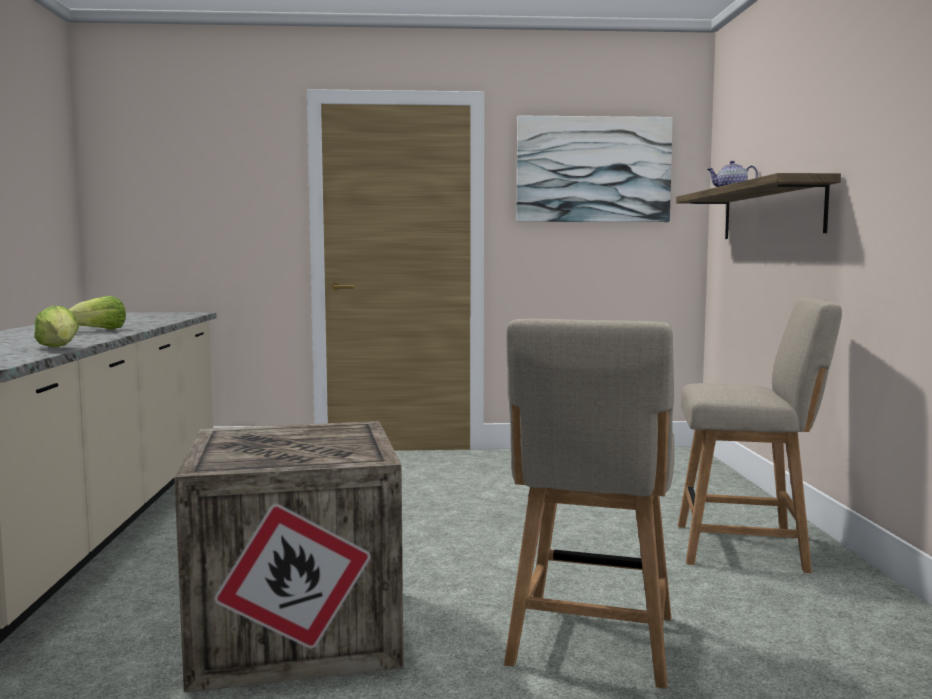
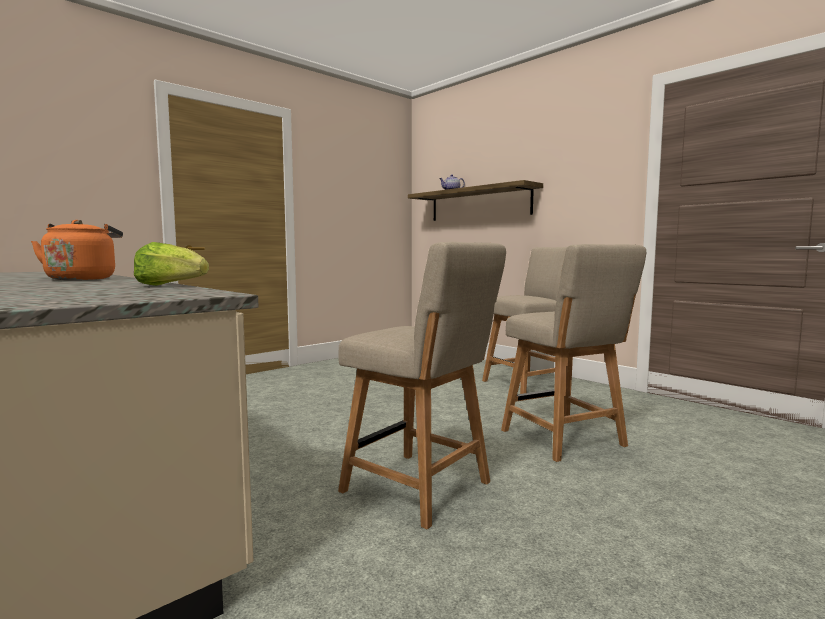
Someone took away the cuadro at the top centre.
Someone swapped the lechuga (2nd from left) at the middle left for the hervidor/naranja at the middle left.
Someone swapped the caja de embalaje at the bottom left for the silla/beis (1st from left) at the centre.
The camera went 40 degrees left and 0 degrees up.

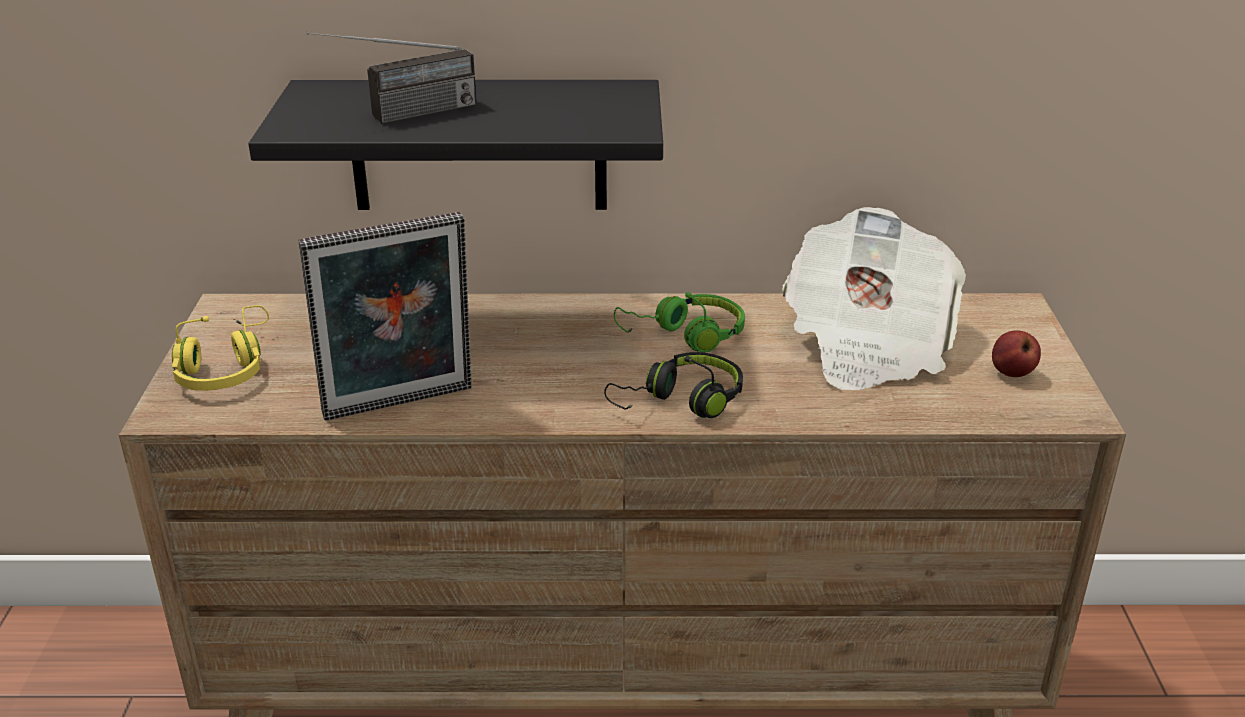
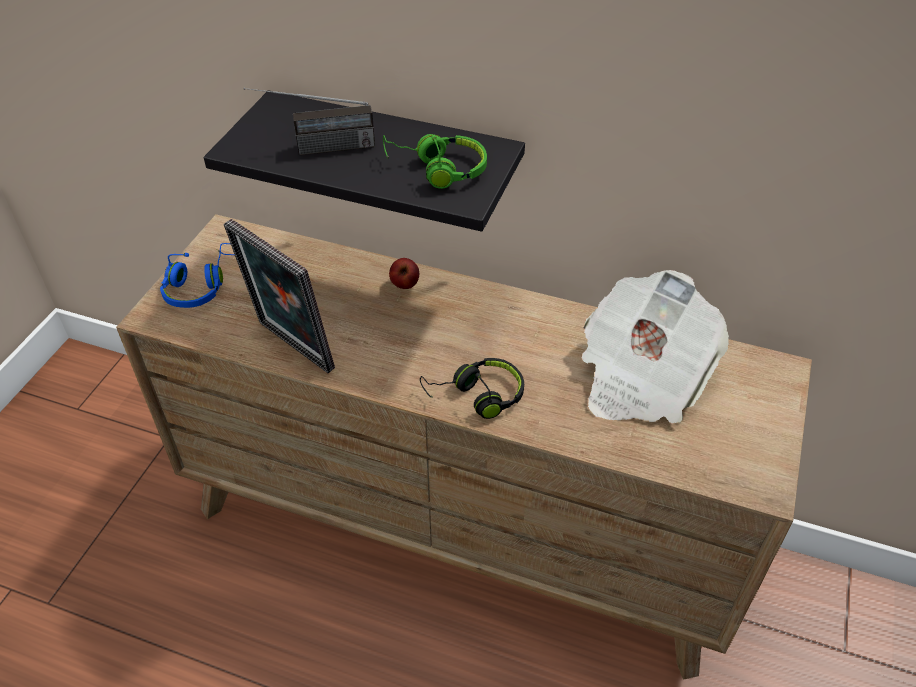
Someone rotated the portarretratos at the middle left by 45 degrees clockwise.
Someone carried the auriculares/verde from the centre to the top centre.
Someone repainted the auriculares/amarillo at the middle left, which became the auriculares/azul at the middle left.
Someone carried the manzana from the middle right to the centre.
The camera went 20 degrees right and 15 degrees up.

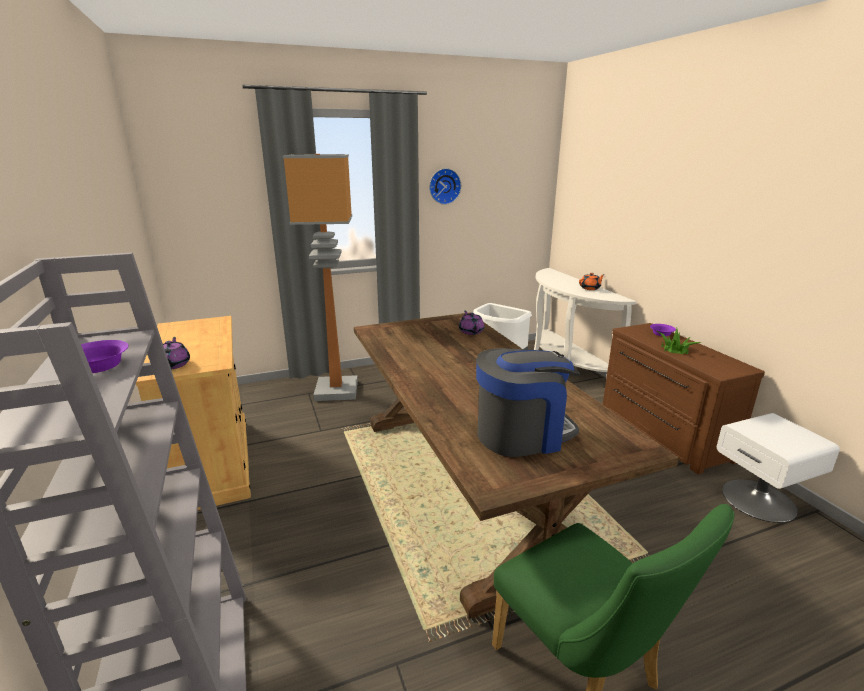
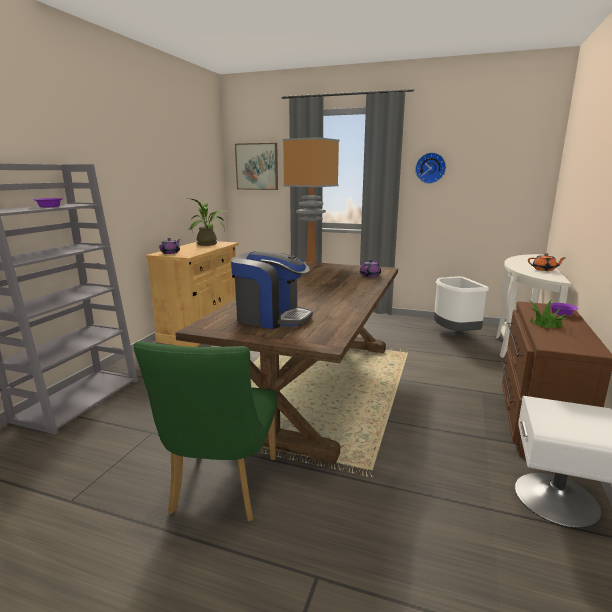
Someone put up the cuadro at the top centre.
Someone put down the planta en maceta (1st from left) at the centre.
The camera went 40 degrees right and 5 degrees down.

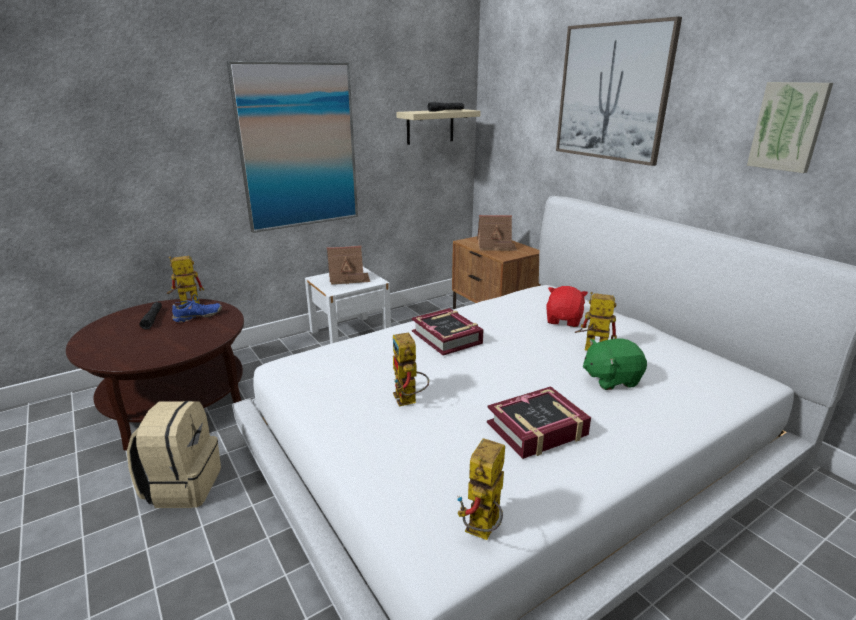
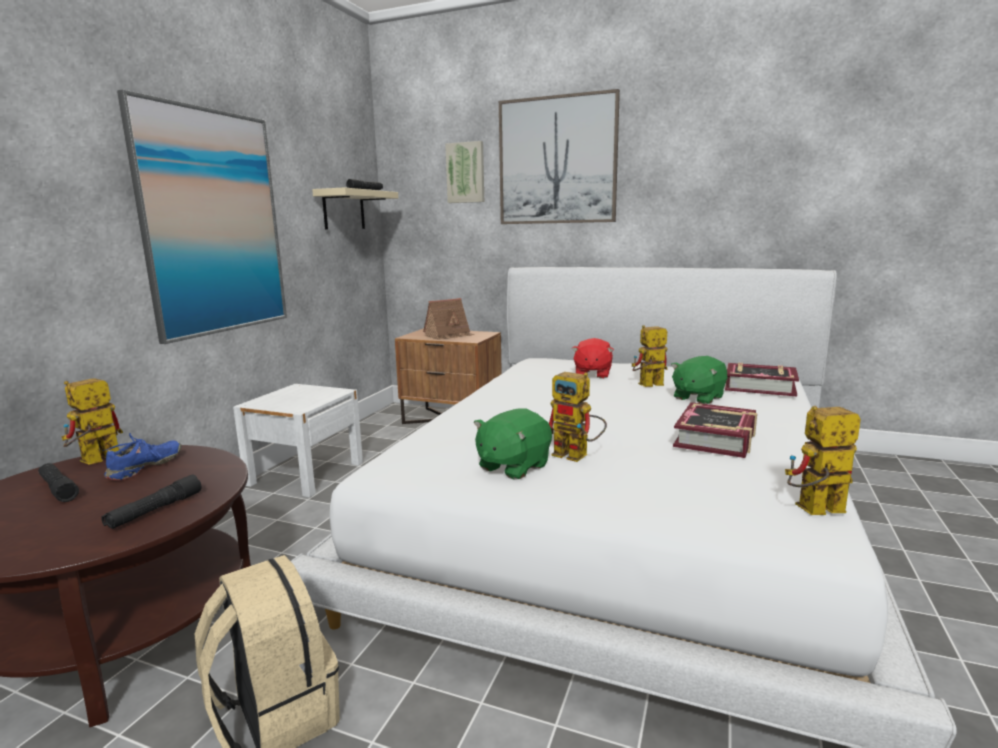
Someone carried the cuadro (3rd from left in the first image) from the top right to the top centre.
Someone took away the casita (1st from left) at the centre.
Someone rotated the peluche/rojo at the centre by 150 degrees counterclockwise.
Someone carried the libro (1st from left in the first image) from the centre to the middle right.
Someone rotated the robot de juguete (3rd from left in the first image) at the bottom centre by 90 degrees clockwise.
Someone put down the peluche/verde (1st from left) at the centre.
Someone put down the linterna/negro (2nd from left) at the bottom left.
The camera went 35 degrees left and 10 degrees down.

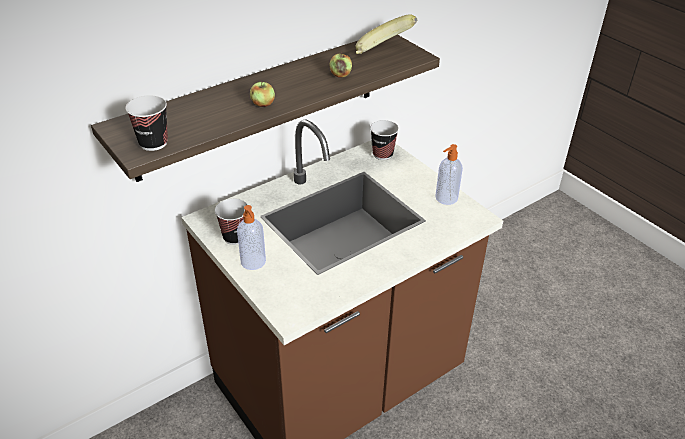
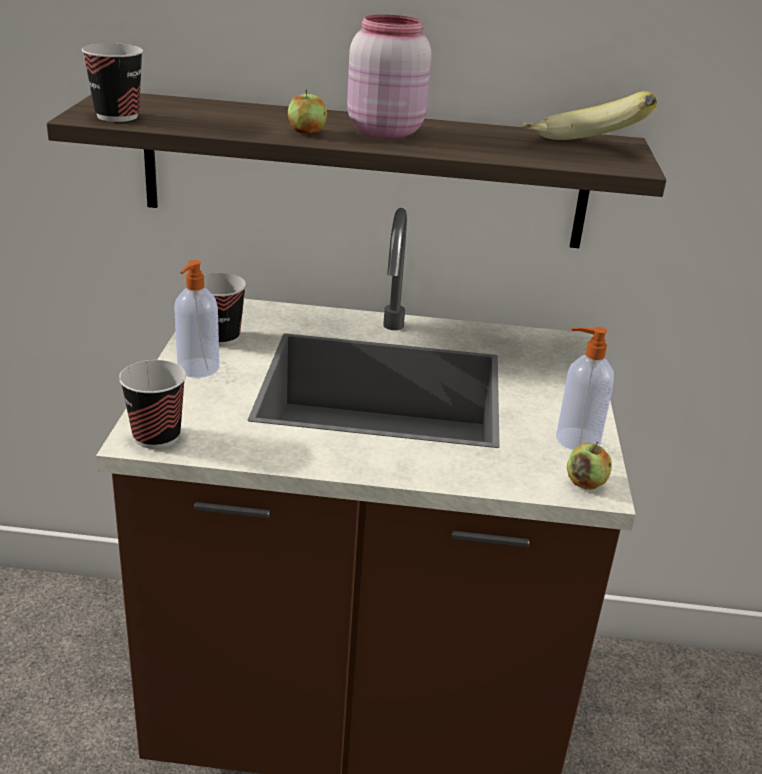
Someone carried the manzana (2nd from left) from the top centre to the middle right.
Someone carried the taza (3rd from left in the first image) from the top centre to the middle left.
Someone put down the tarro/rosa at the top centre.
The camera went 40 degrees right and 10 degrees down.

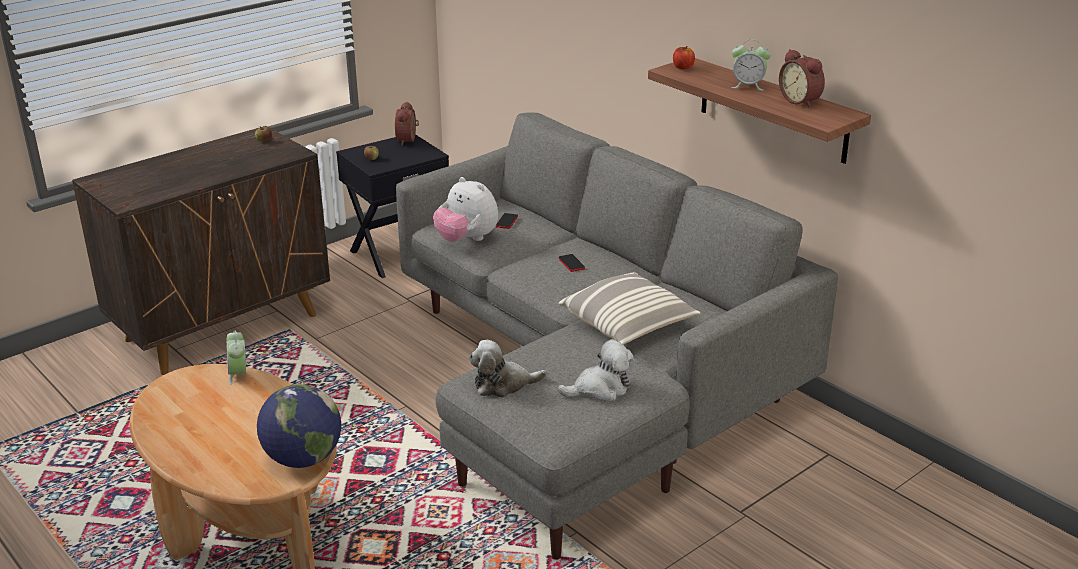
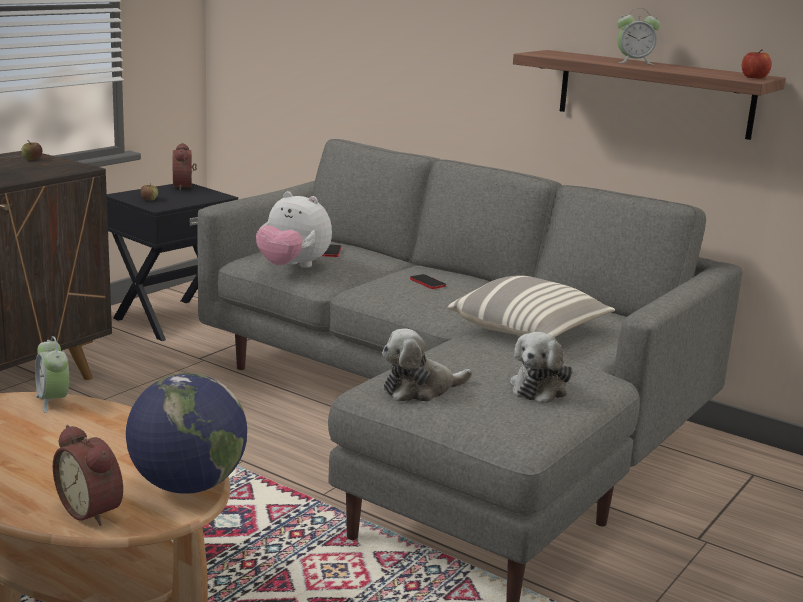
Someone carried the manzana (3rd from left) from the top centre to the top right.
Someone carried the despertador (4th from left in the first image) from the top right to the bottom left.
Someone rotated the peluche (3rd from left) at the centre by 150 degrees clockwise.
The camera went 15 degrees left and 10 degrees down.

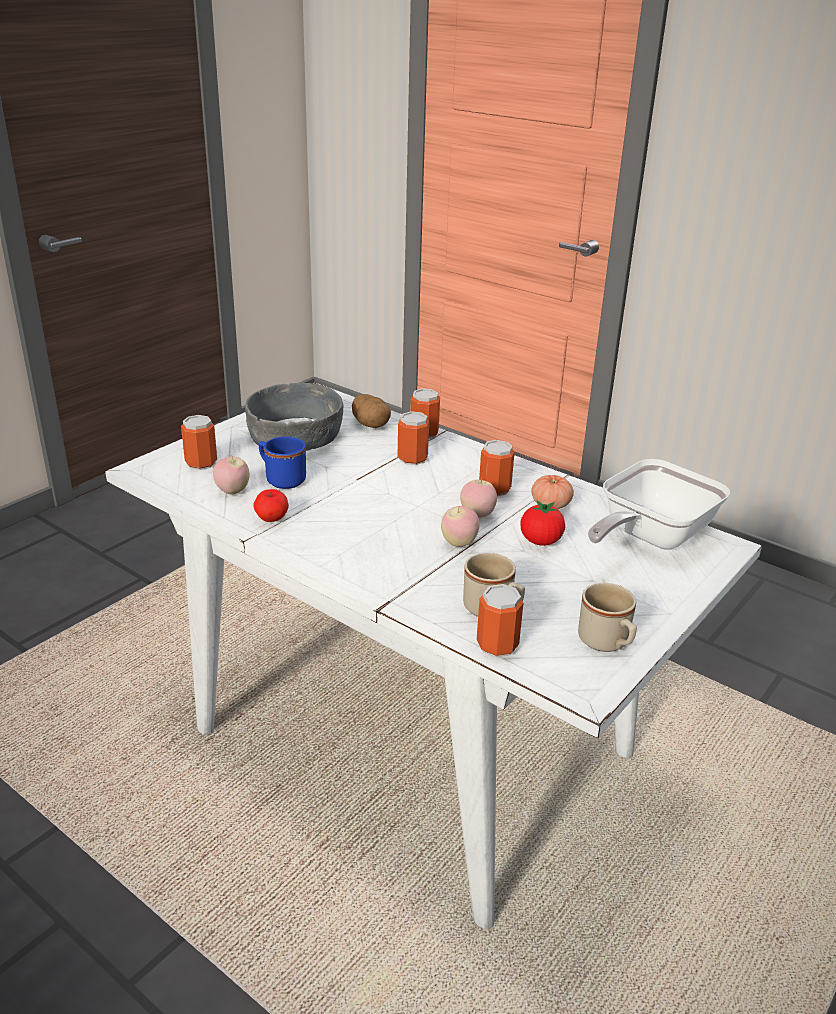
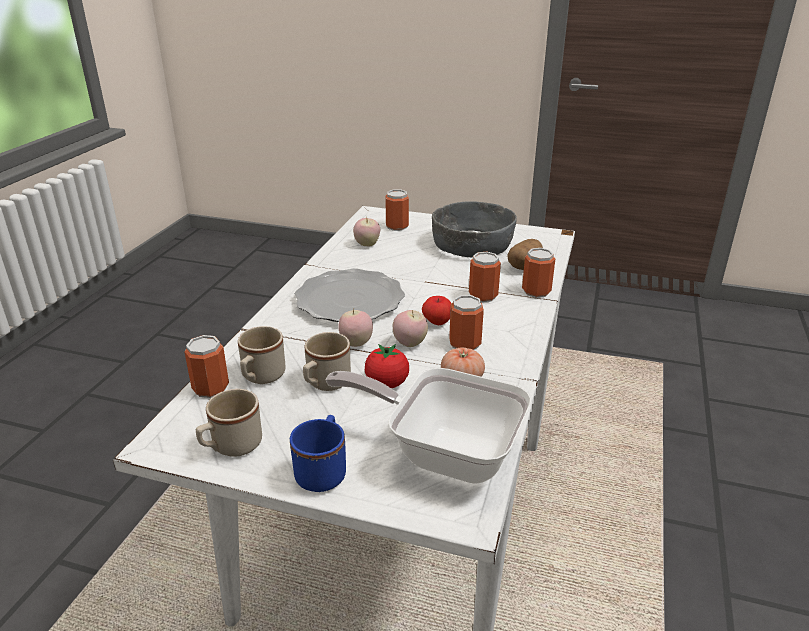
Someone carried the taza grande/azul from the centre to the bottom centre.
Someone carried the manzana (2nd from left in the first image) from the middle left to the centre.
Someone put down the plato at the centre.
Someone put down the taza grande/beis (3rd from left) at the centre.
The camera went 70 degrees right and 0 degrees up.

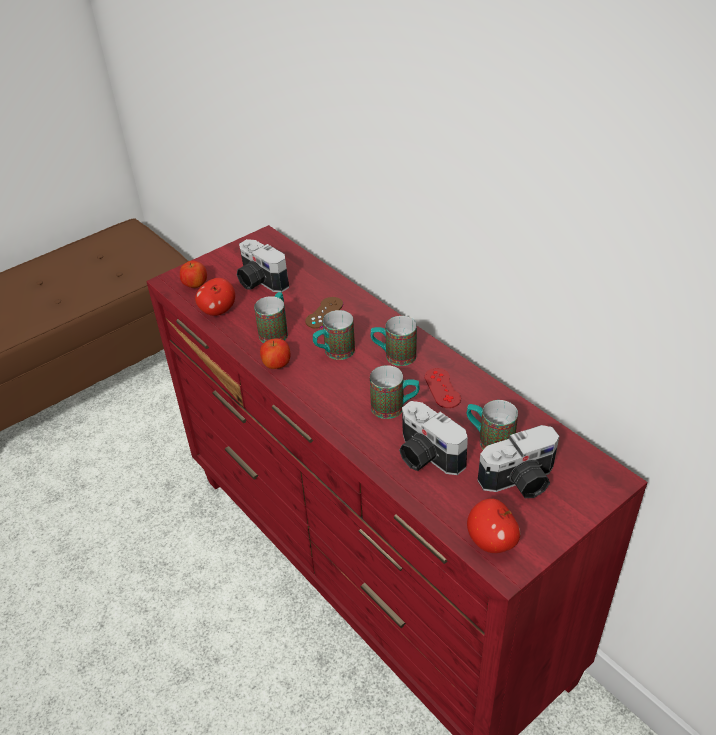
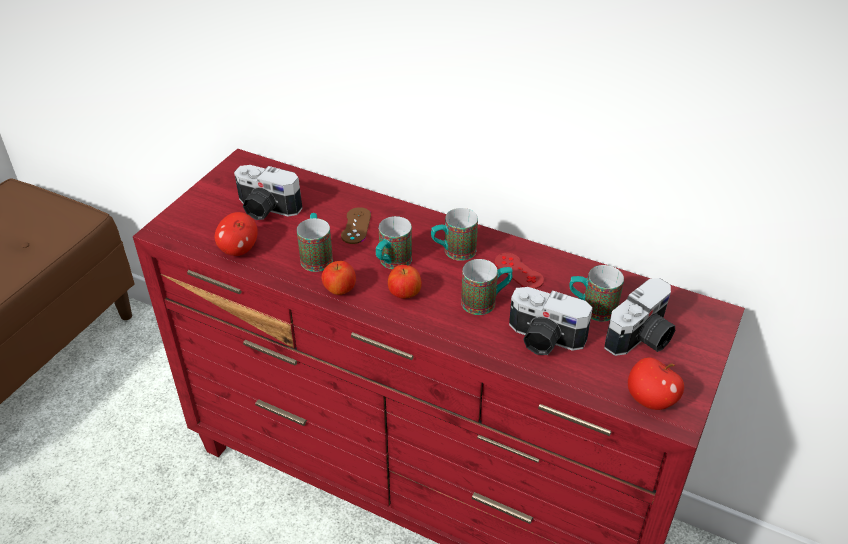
Someone carried the manzana (1st from left in the first image) from the middle left to the centre.
The camera went 25 degrees left and 0 degrees up.

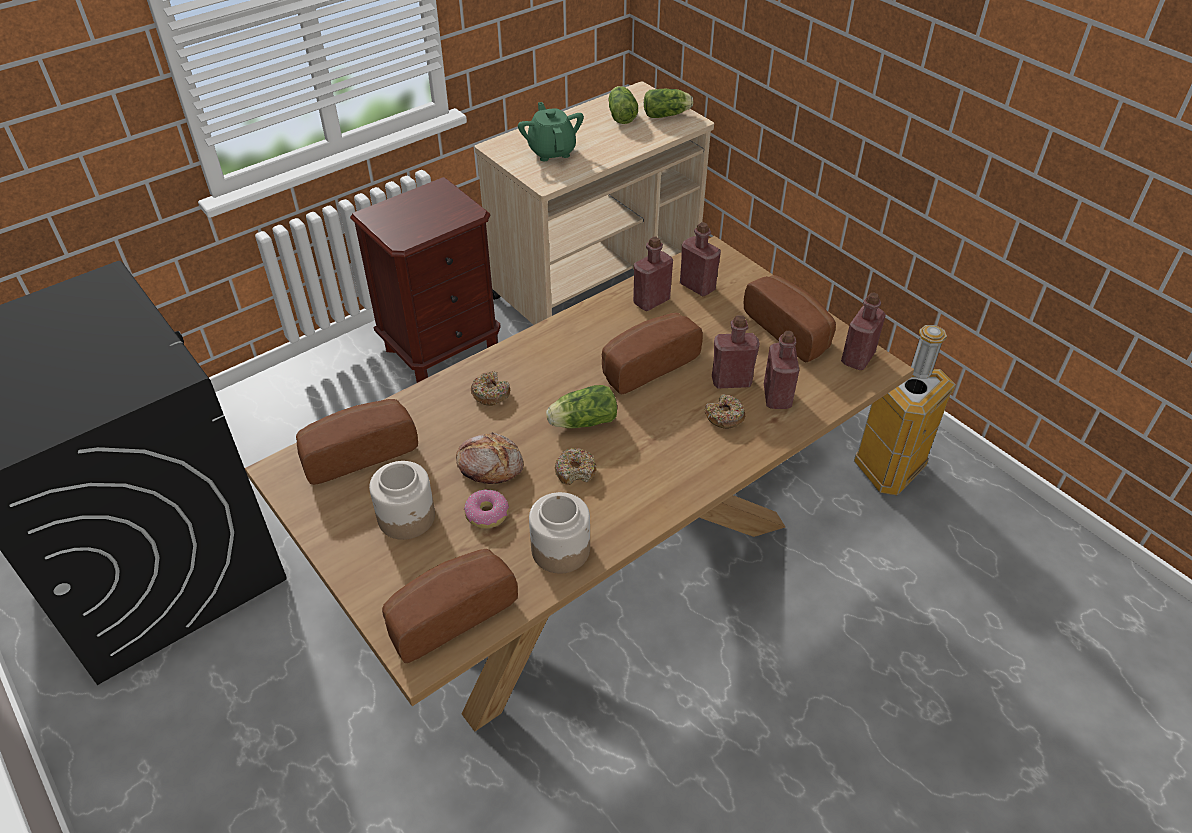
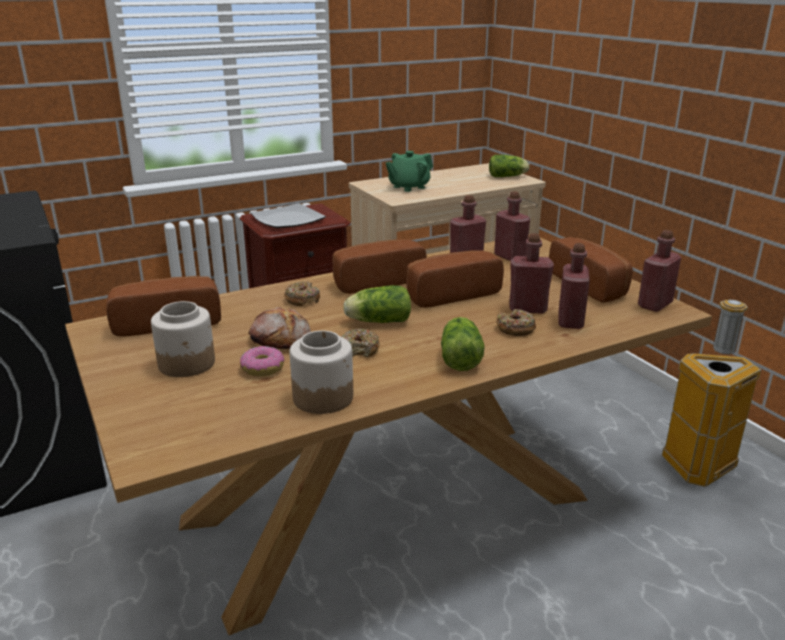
Someone carried the lechuga (2nd from left) from the top centre to the centre.
Someone rotated the tetera/verde at the top centre by 120 degrees counterclockwise.
Someone carried the pan (2nd from left in the first image) from the bottom centre to the centre.
Someone put down the plato at the centre.
The camera went 10 degrees right and 20 degrees down.

